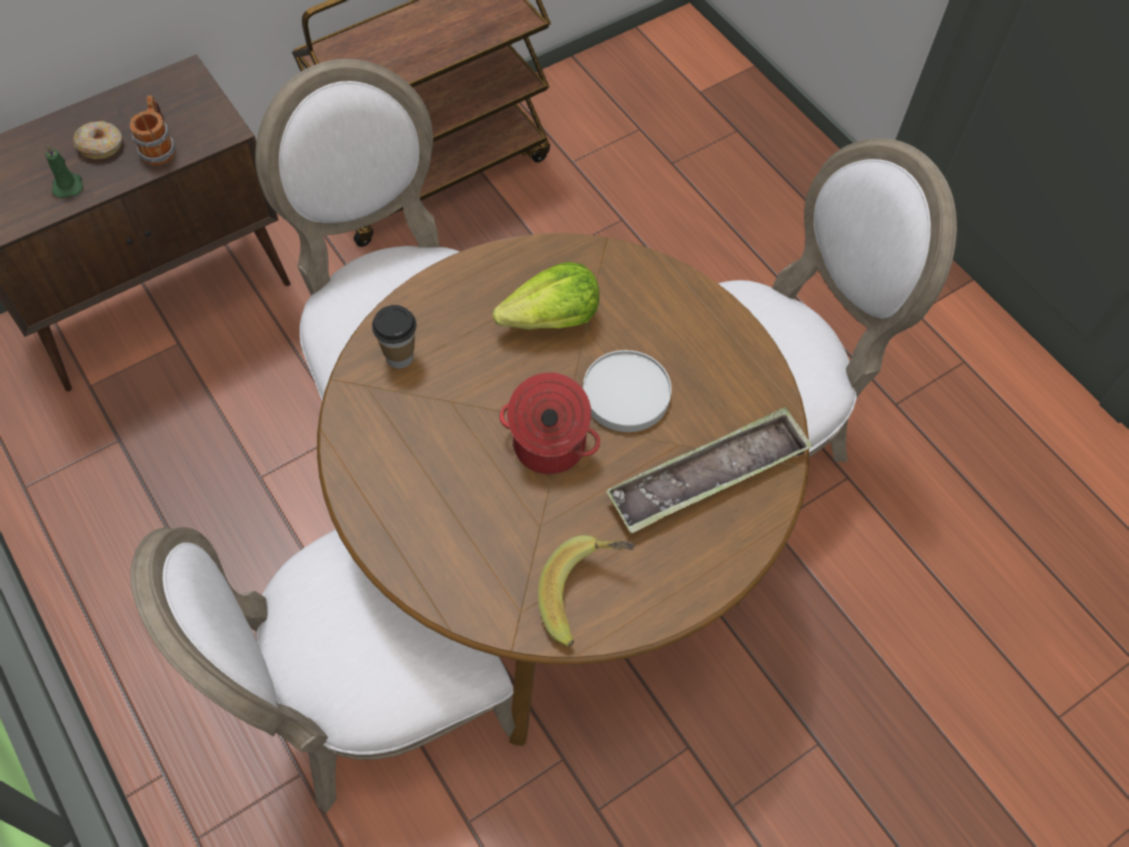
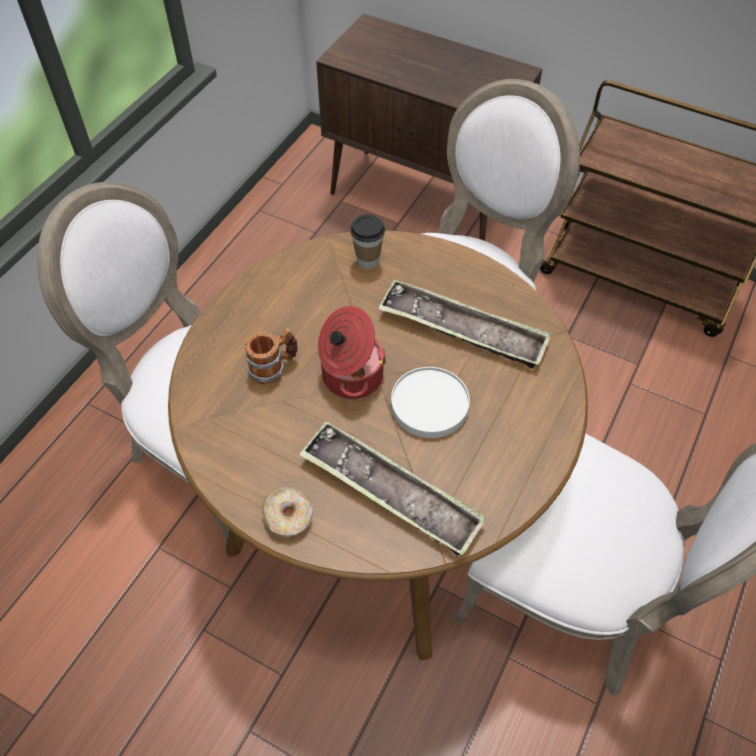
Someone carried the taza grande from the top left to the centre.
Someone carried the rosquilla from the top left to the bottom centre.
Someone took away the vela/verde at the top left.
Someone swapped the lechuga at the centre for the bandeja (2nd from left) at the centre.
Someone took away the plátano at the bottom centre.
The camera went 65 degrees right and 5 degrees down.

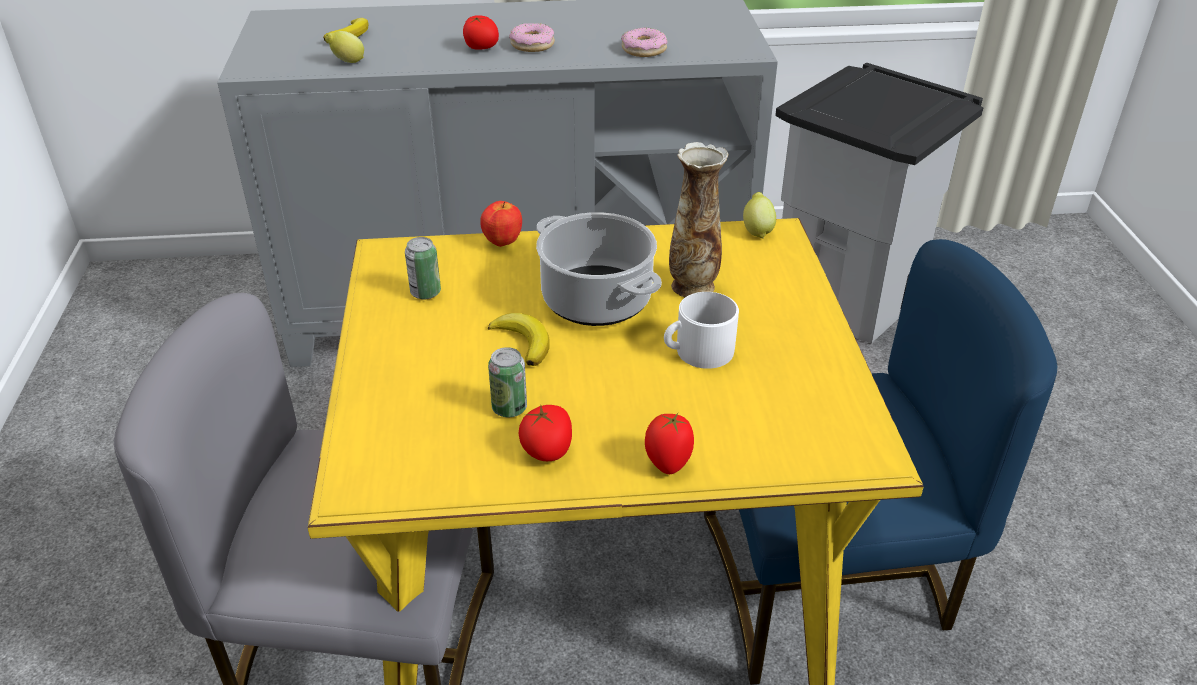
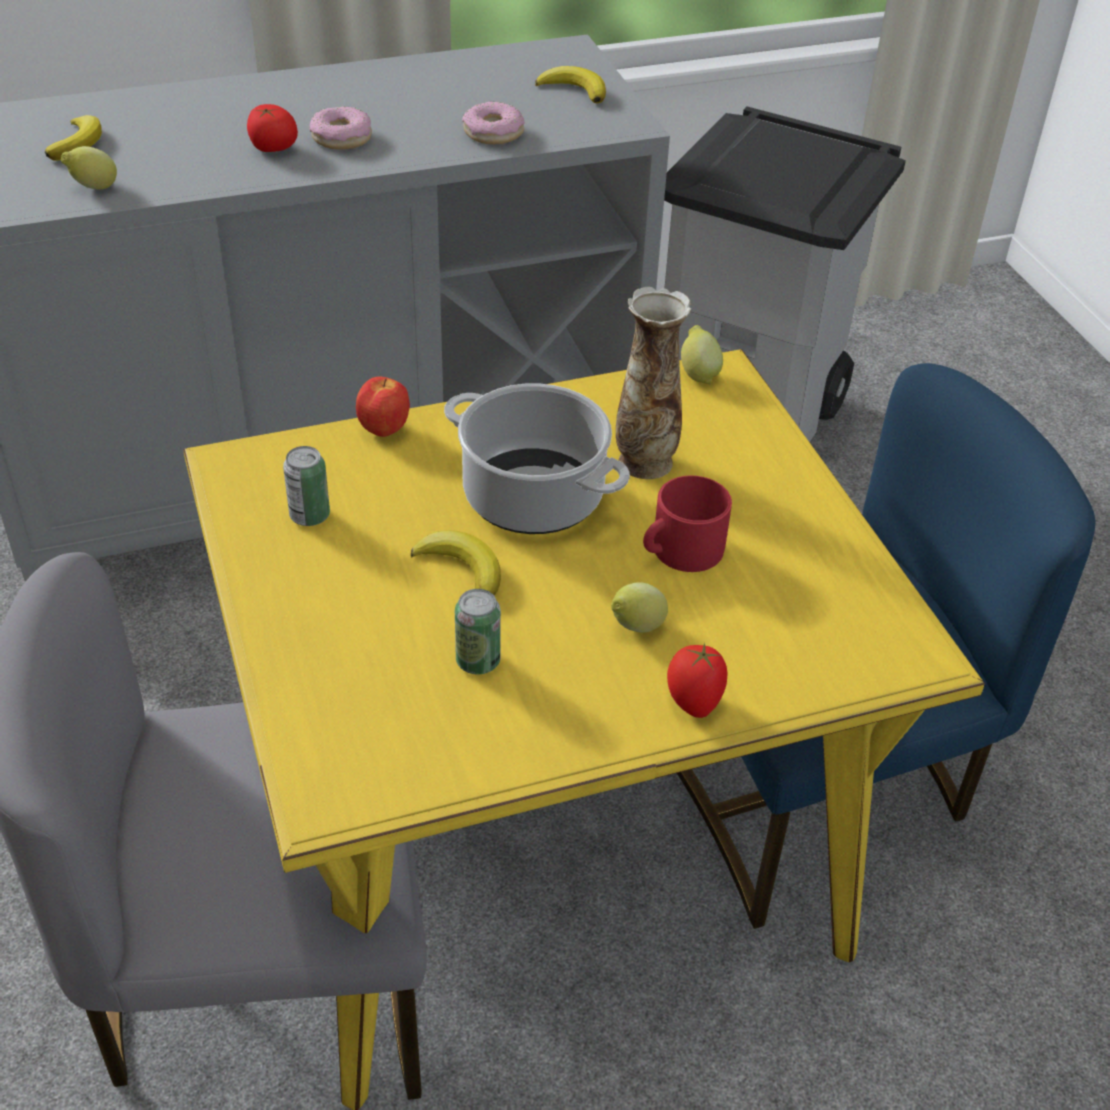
Someone repainted the taza grande/blanco at the centre, which became the taza grande/rojo at the centre.
Someone took away the tomate (2nd from left) at the centre.
Someone put down the plátano (3rd from left) at the top centre.
Someone put down the limón (2nd from left) at the centre.
The camera went 15 degrees left and 5 degrees up.

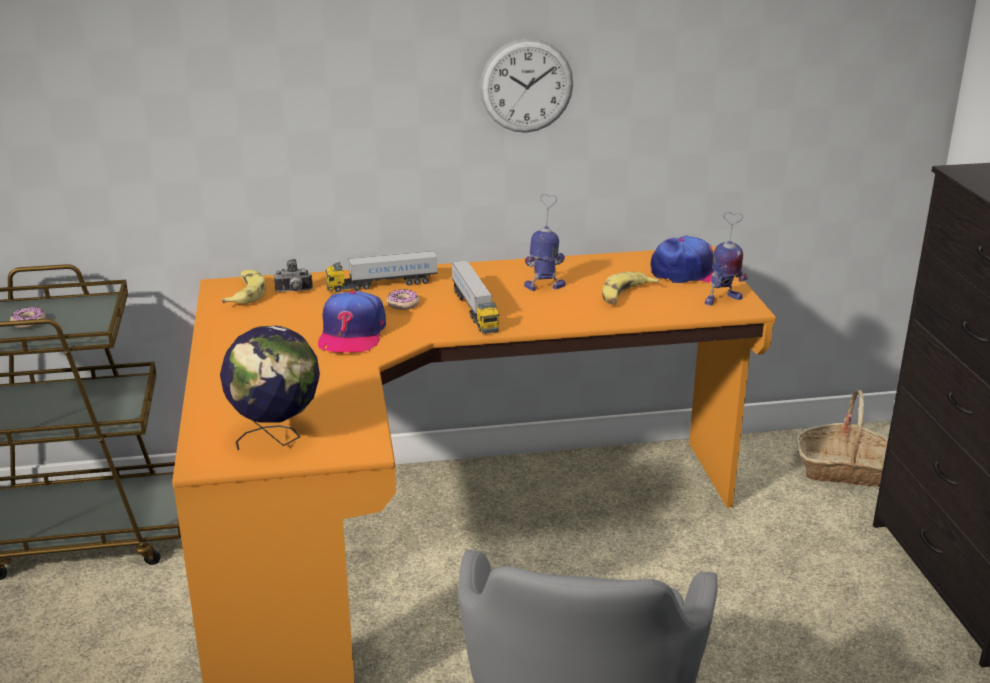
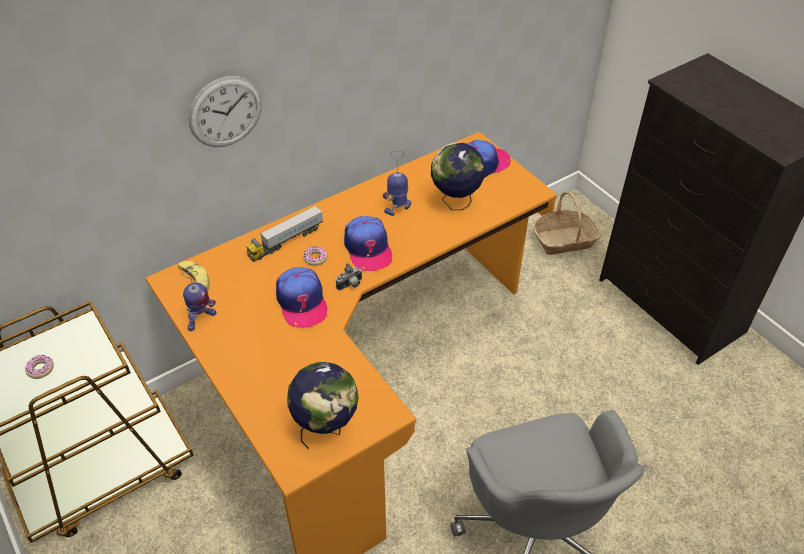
Someone carried the reloj de pared from the top centre to the top left.
Someone carried the robot de juguete (2nd from left in the first image) from the middle right to the middle left.
Someone carried the cámara from the middle left to the centre.
Someone swapped the camión de juguete (2nd from left) at the centre for the gorra (2nd from left) at the centre.
Someone swapped the plátano (2nd from left) at the centre for the globo terráqueo (2nd from left) at the top centre.
The camera went 25 degrees left and 20 degrees up.

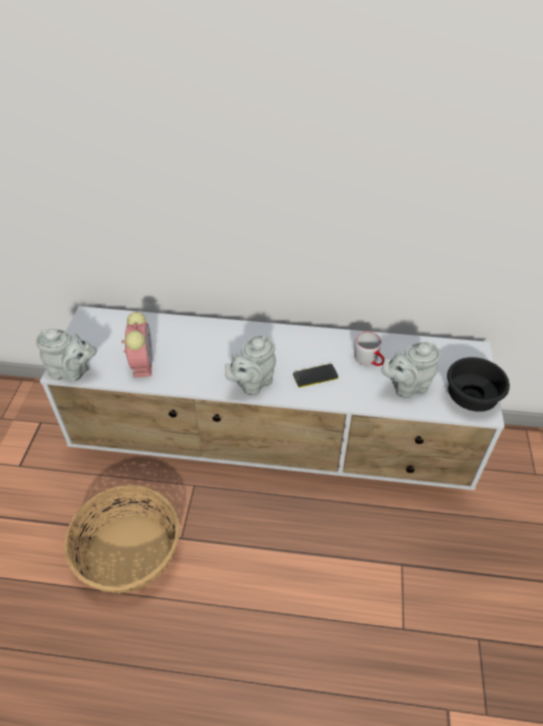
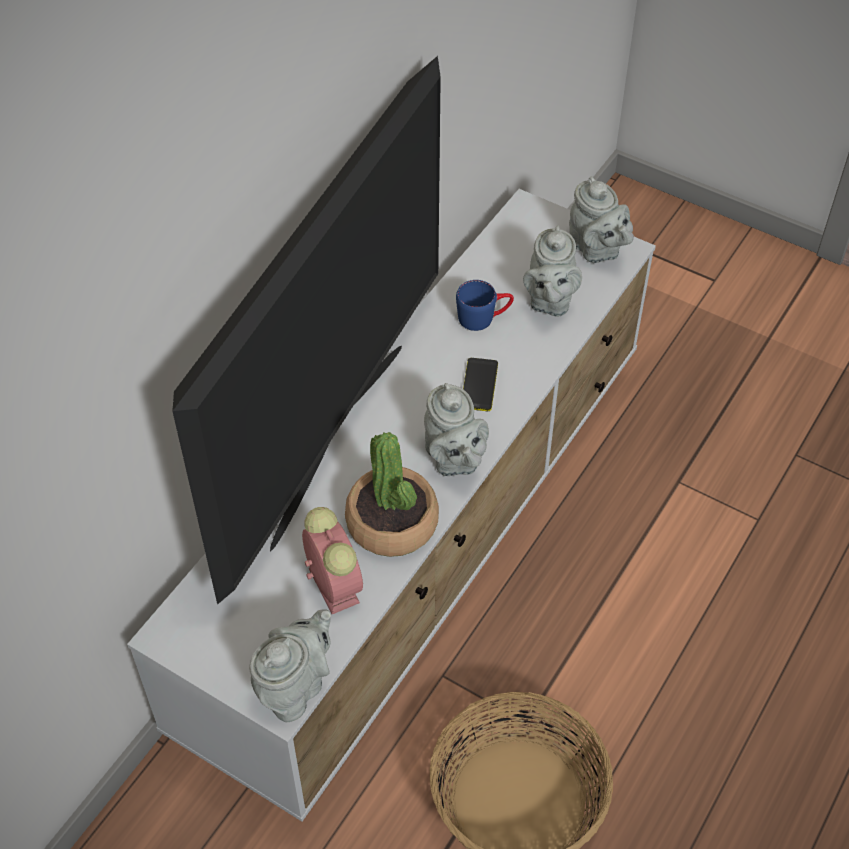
Someone rotated the despertador at the middle left by 45 degrees clockwise.
Someone repainted the taza grande/gris at the middle right, which became the taza grande/azul at the centre.
Someone swapped the cuenco/negro at the middle right for the tetera/gris (4th from left) at the top right.
Someone put down the televisor at the centre.
Someone put down the planta en maceta at the centre.
The camera went 65 degrees left and 5 degrees up.

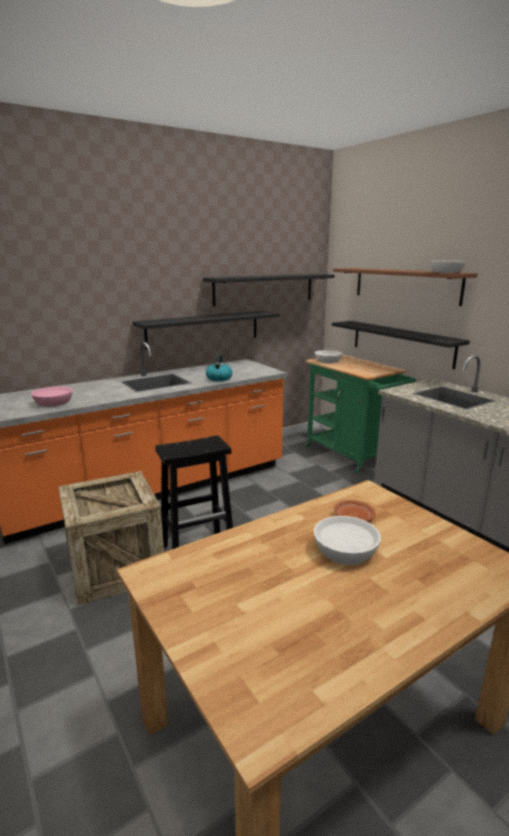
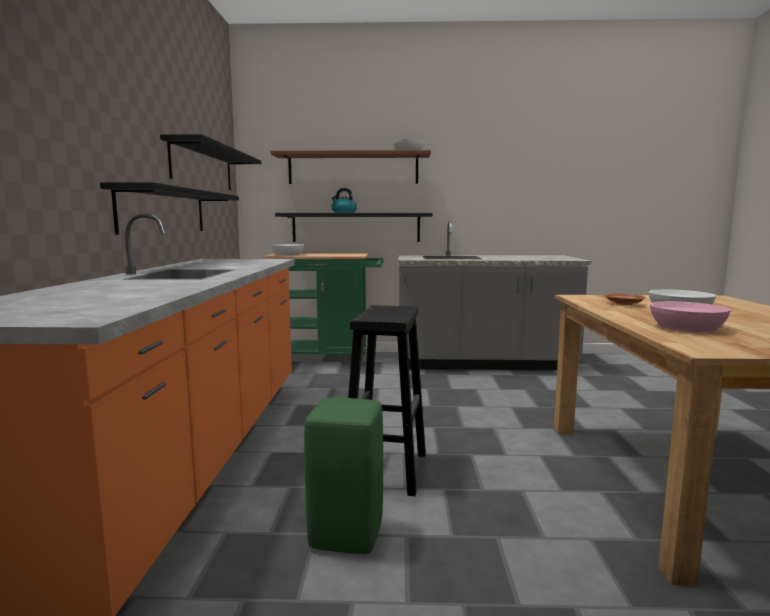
Someone carried the hervidor from the centre to the top centre.
Someone carried the cuenco/rosa from the middle left to the middle right.
Someone swapped the caja de embalaje at the middle left for the taburete/verde at the bottom centre.
The camera went 55 degrees left and 10 degrees down.

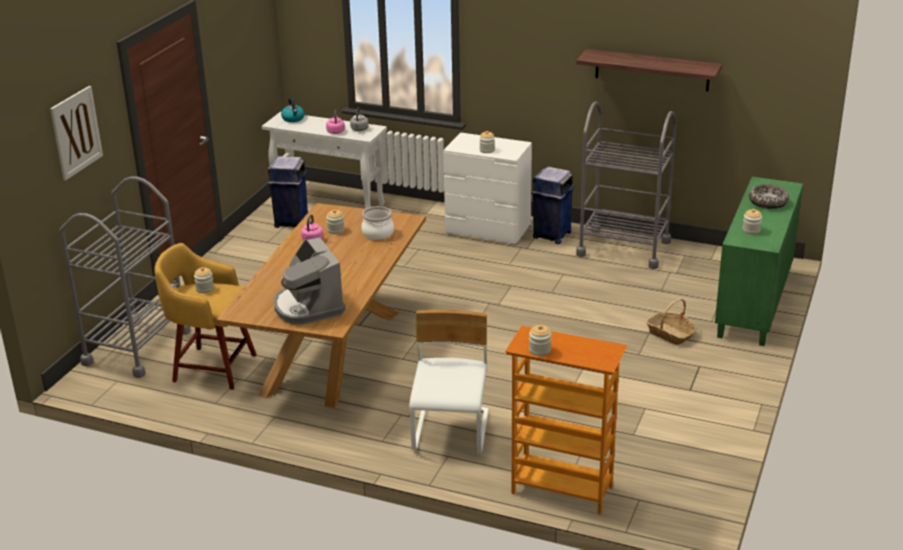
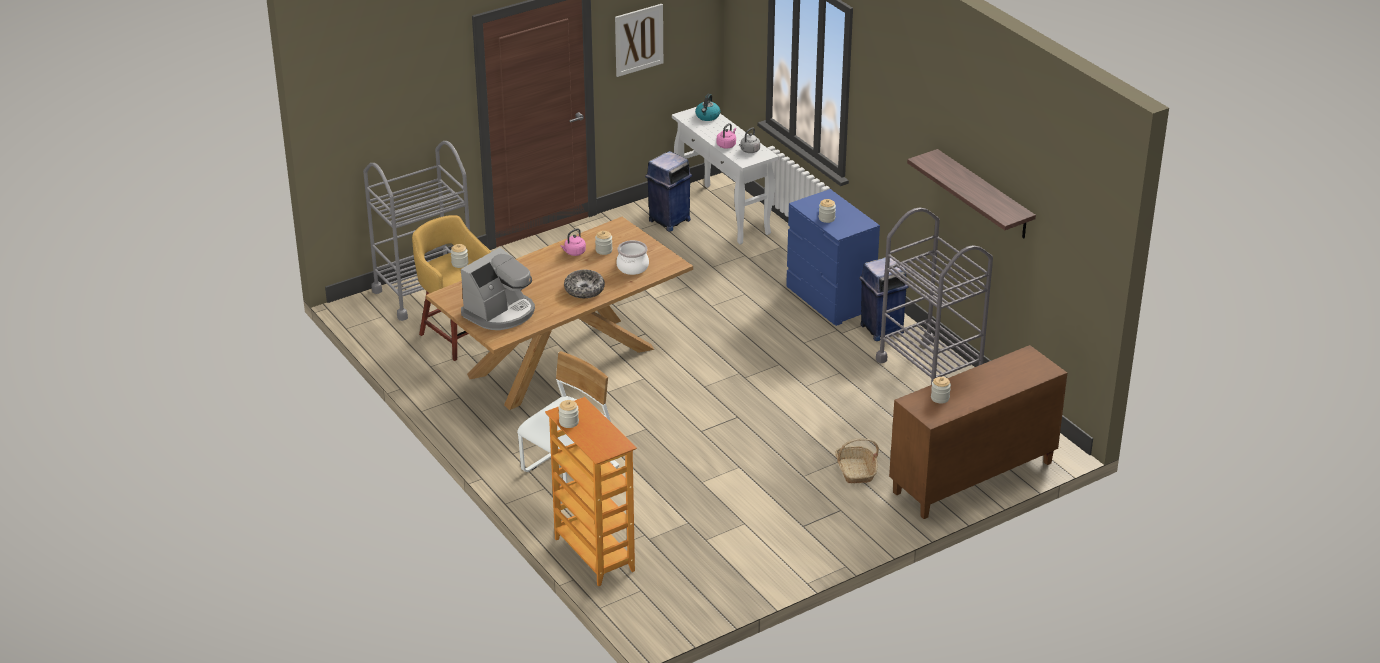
Someone carried the cuadro from the top left to the top centre.
Someone repainted the cómoda/blanco at the centre, which became the cómoda/azul at the centre.
Someone repainted the armario/verde at the middle right, which became the armario/marrón at the middle right.
Someone carried the cuenco from the middle right to the centre.
Someone rotated the cafetera at the centre by 150 degrees counterclockwise.
The camera went 35 degrees right and 5 degrees up.

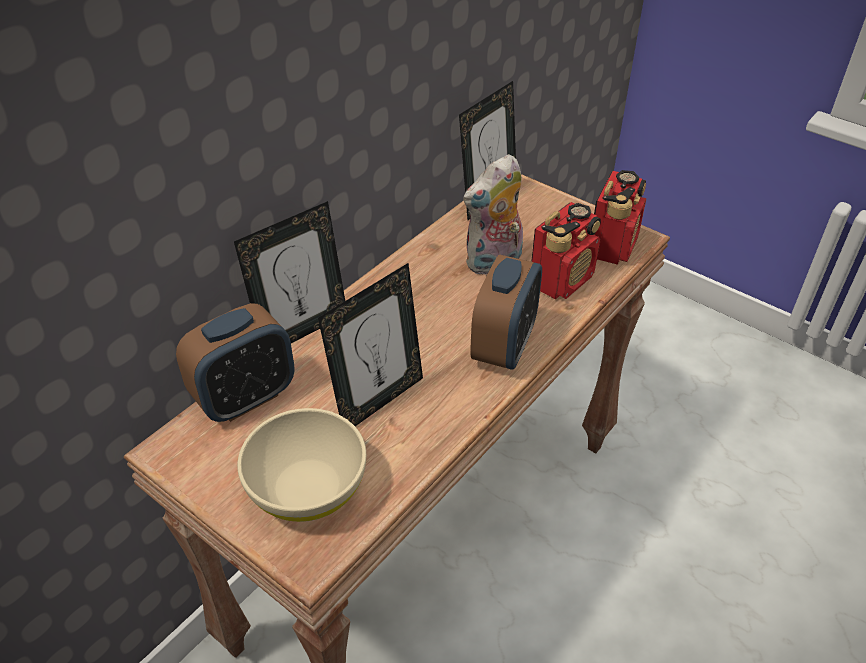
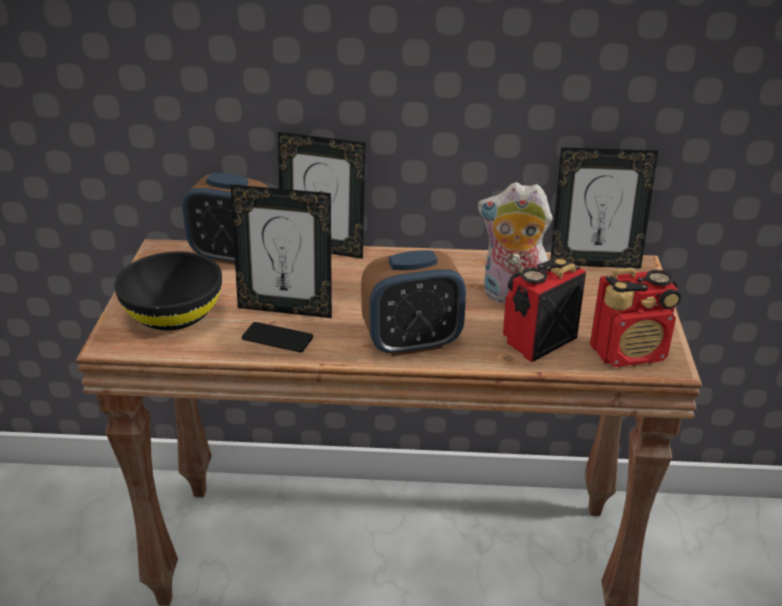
Someone rotated the radio (1st from left) at the centre by 135 degrees clockwise.
Someone repainted the cuenco/beis at the bottom centre, which became the cuenco/negro at the middle left.
Someone put down the móvil at the centre.
The camera went 55 degrees right and 10 degrees down.

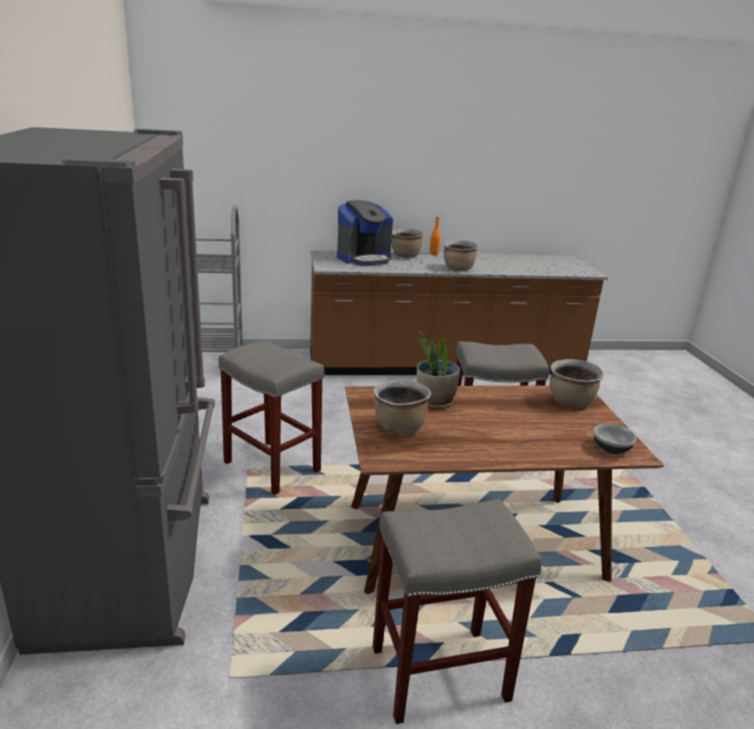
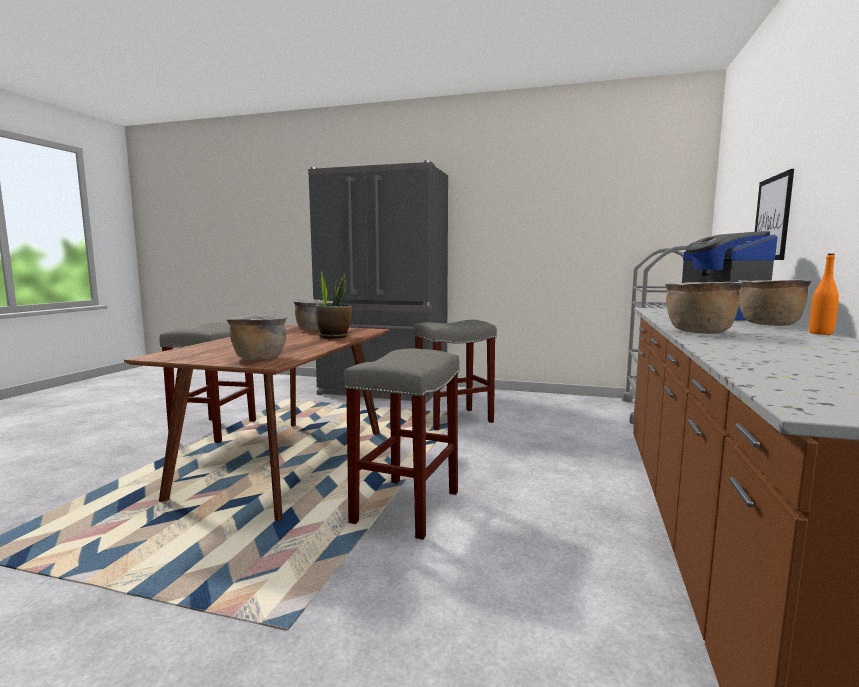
Someone took away the cuenco at the middle right.
Someone put up the cuadro at the top right.
The camera went 115 degrees right and 15 degrees down.

